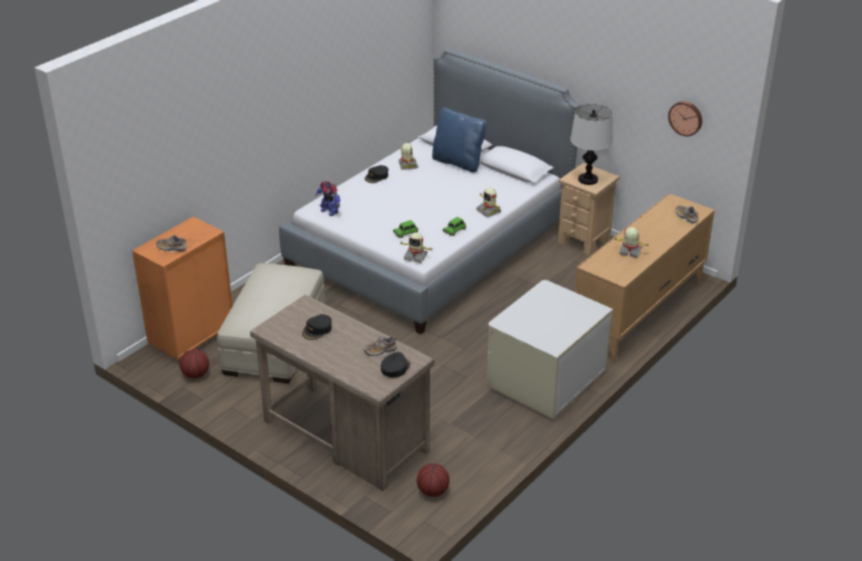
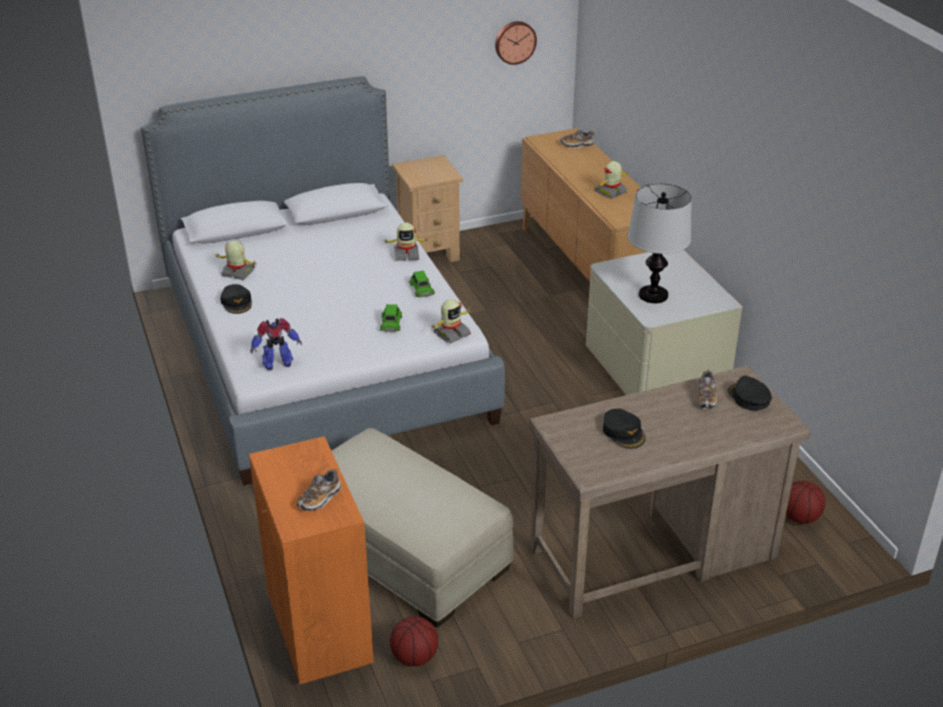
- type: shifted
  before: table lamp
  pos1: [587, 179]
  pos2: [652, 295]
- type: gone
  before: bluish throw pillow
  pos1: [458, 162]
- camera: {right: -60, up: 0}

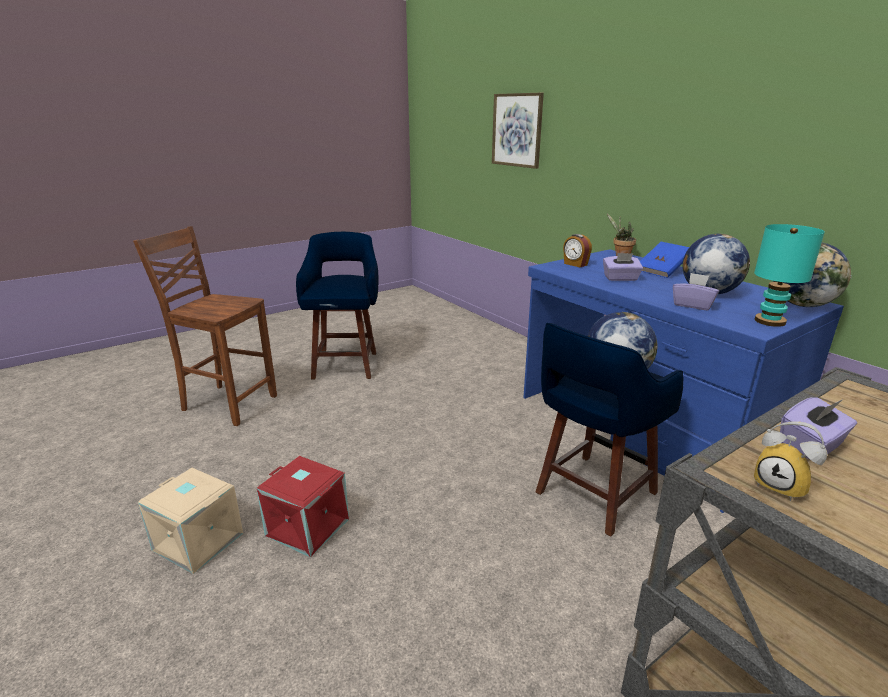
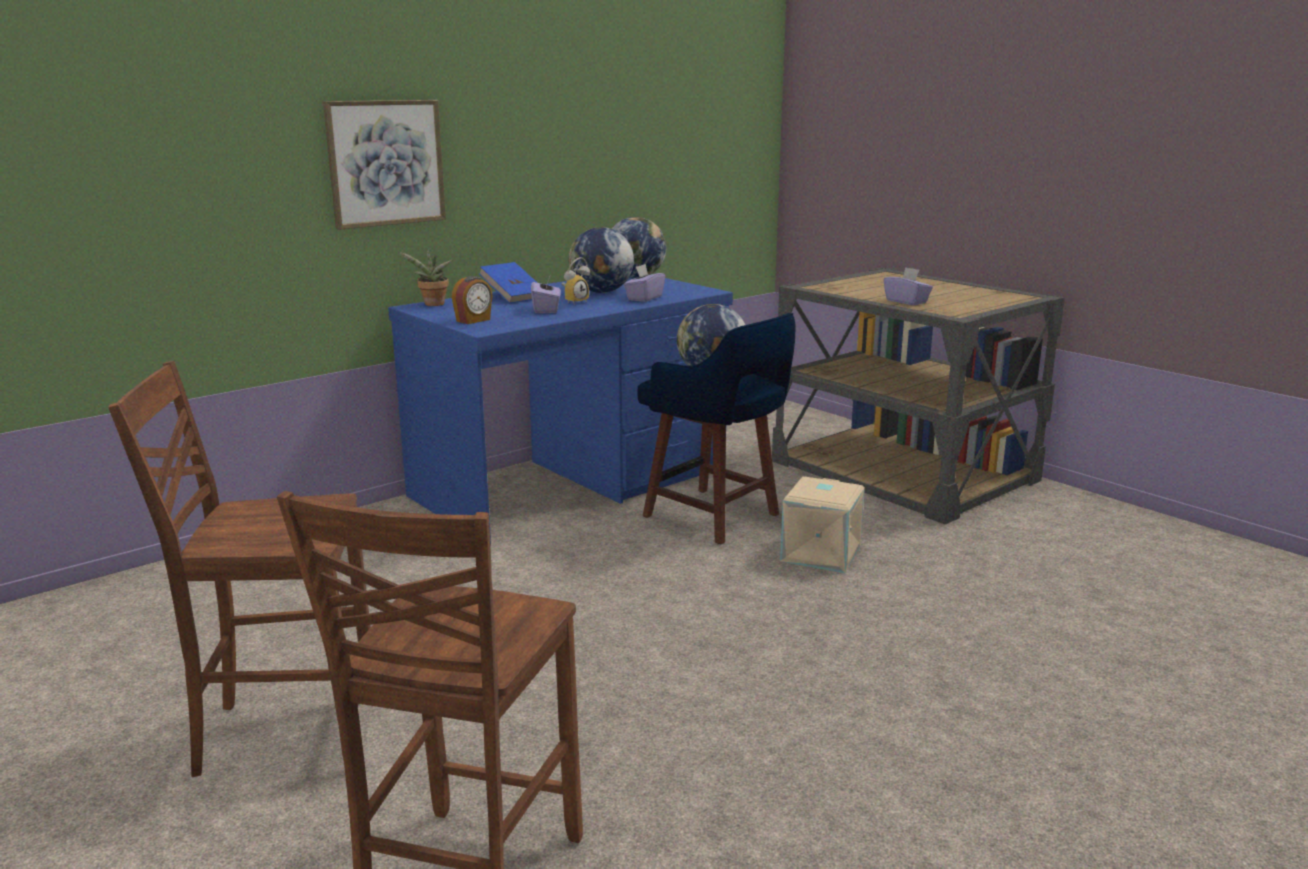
- type: swapped
  before: bluish stool
  after: brownish upright chair
  pos1: [346, 364]
  pos2: [284, 734]
- type: shifted
  before: wall picture
  pos1: [517, 130]
  pos2: [386, 163]
- type: shifted
  before: table clock
  pos1: [782, 487]
  pos2: [575, 302]
- type: shifted
  before: sand-coloured storage box
  pos1: [196, 542]
  pos2: [822, 554]
- type: gone
  before: reddish storage box
  pos1: [309, 526]
- type: gone
  before: blue-green table lamp
  pos1: [769, 321]
- camera: {right: -95, up: -5}

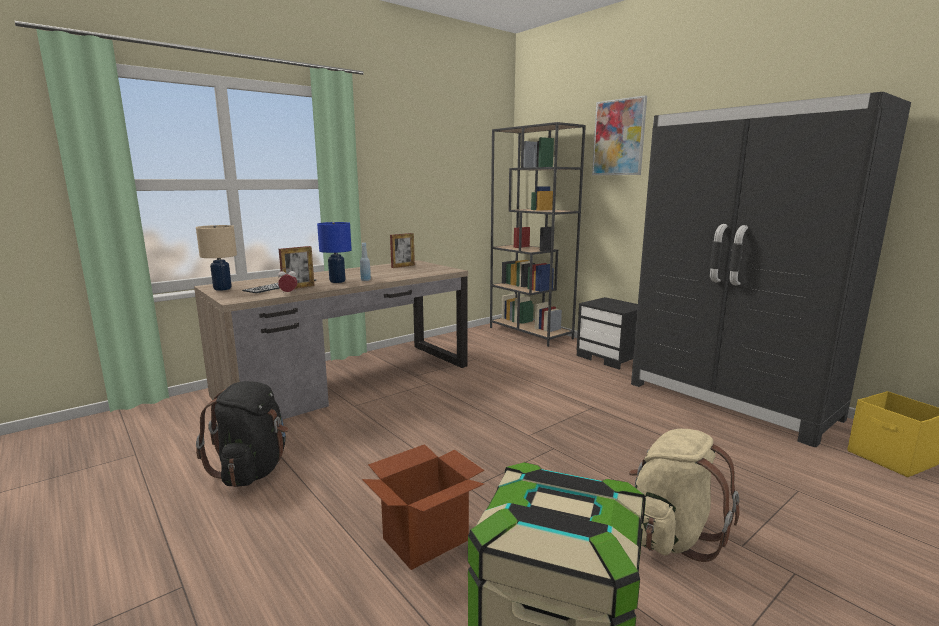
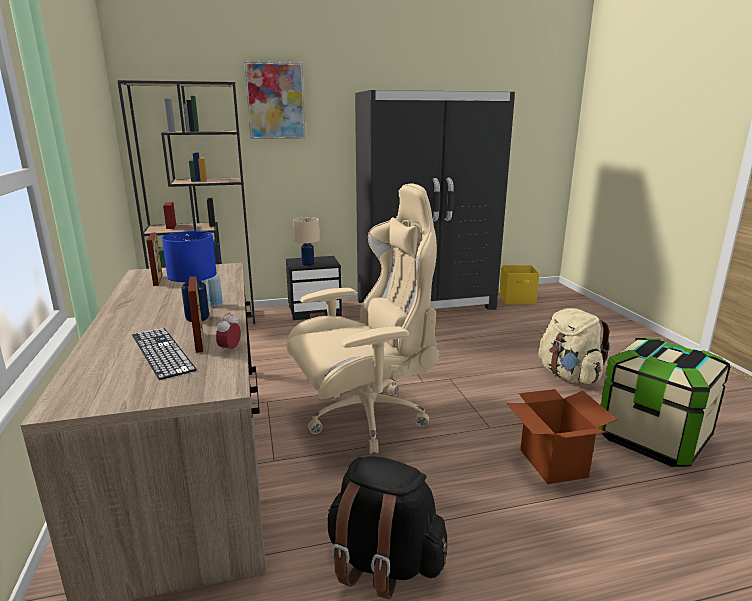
- type: new
  after: sand-coloured computer chair
  pos2: [360, 420]
- type: shifted
  before: sand-coloured table lamp
  pos1: [222, 289]
  pos2: [307, 264]
- camera: {right: -65, up: 5}

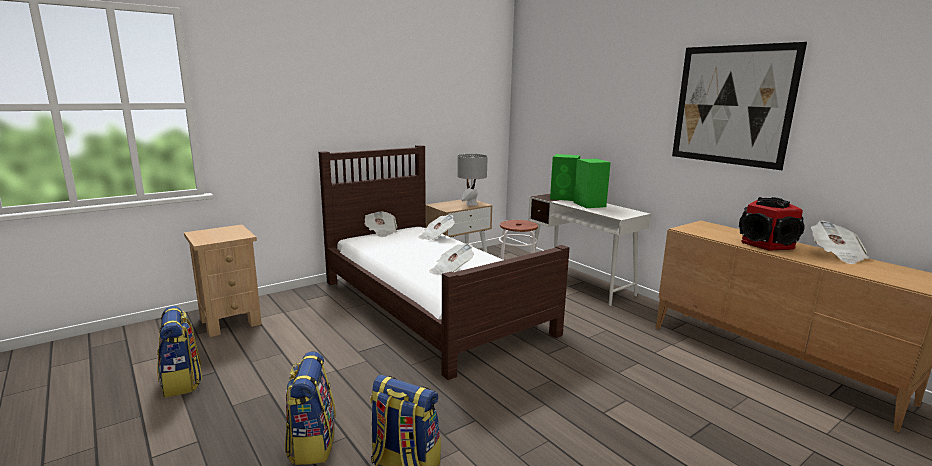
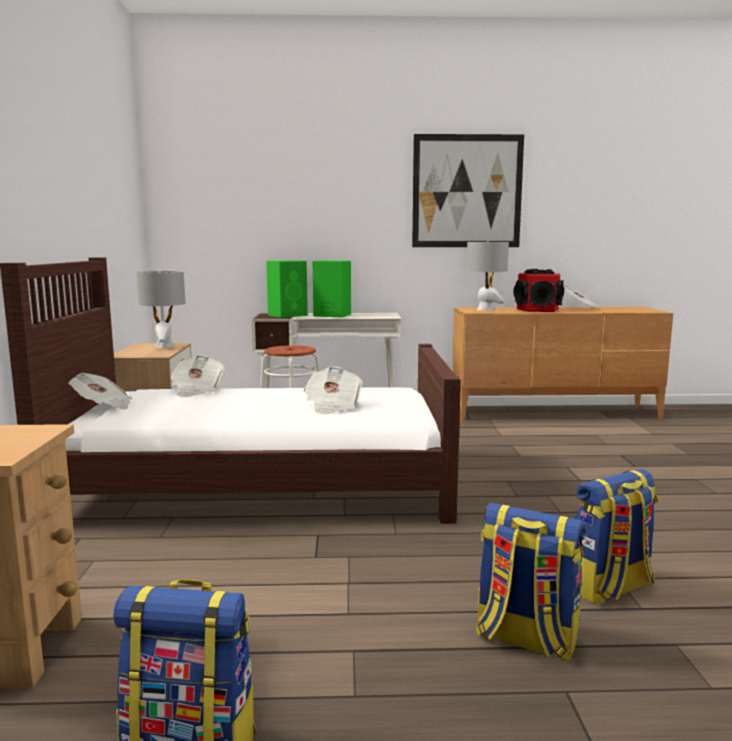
- type: new
  after: greyish table lamp
  pos2: [485, 310]
- camera: {right: -55, up: -5}

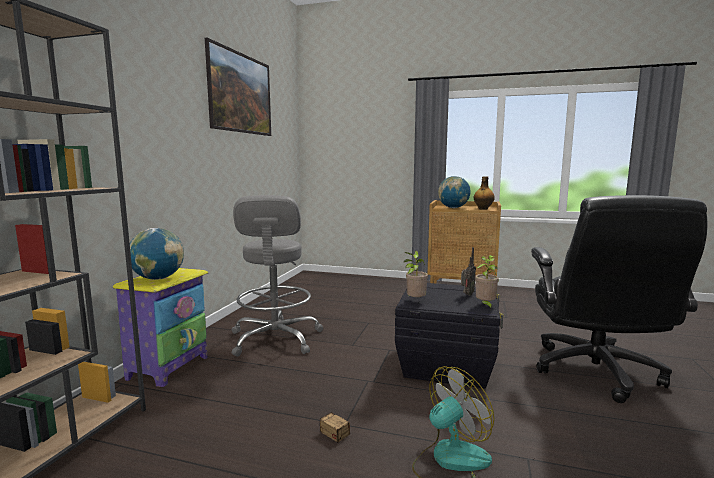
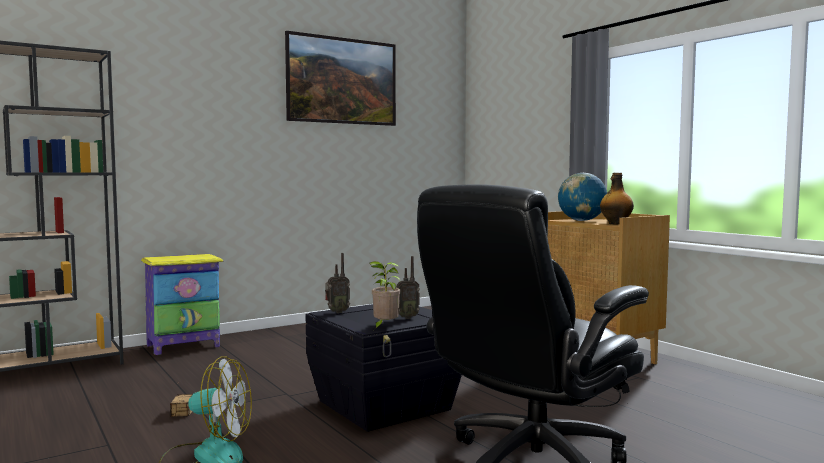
- type: swapped
  before: houseplant
  after: radio set
  pos1: [414, 301]
  pos2: [336, 312]
- type: gone
  before: globe
  pos1: [158, 278]
- type: gone
  before: greyish stool
  pos1: [275, 339]
- camera: {right: 40, up: -5}

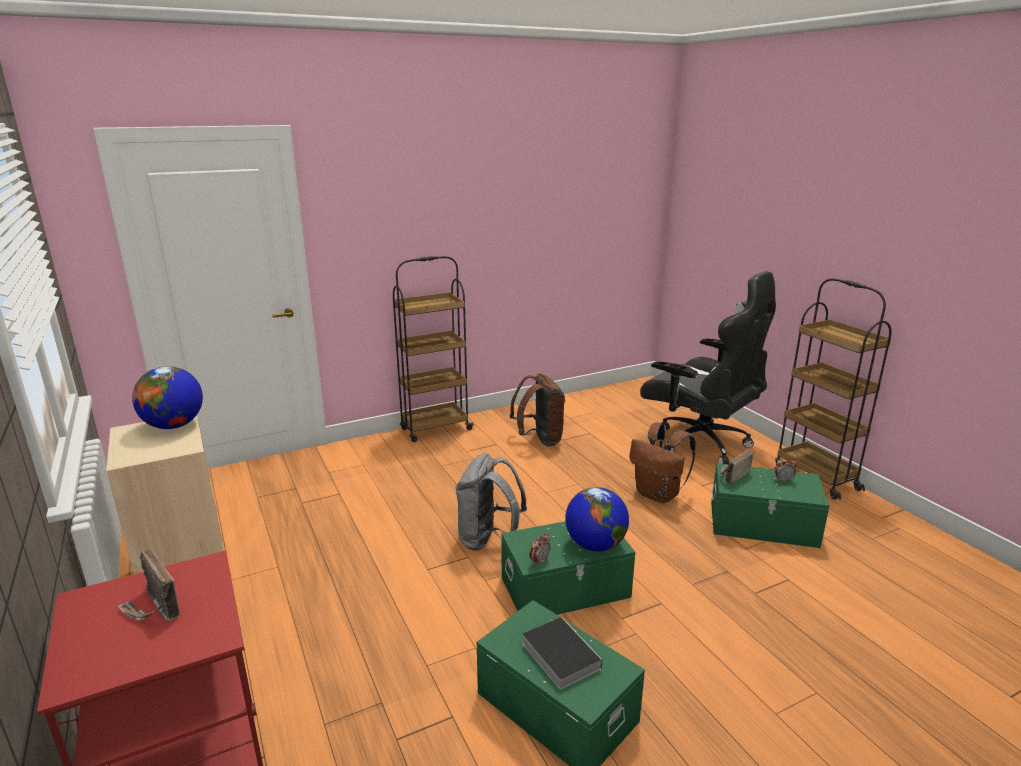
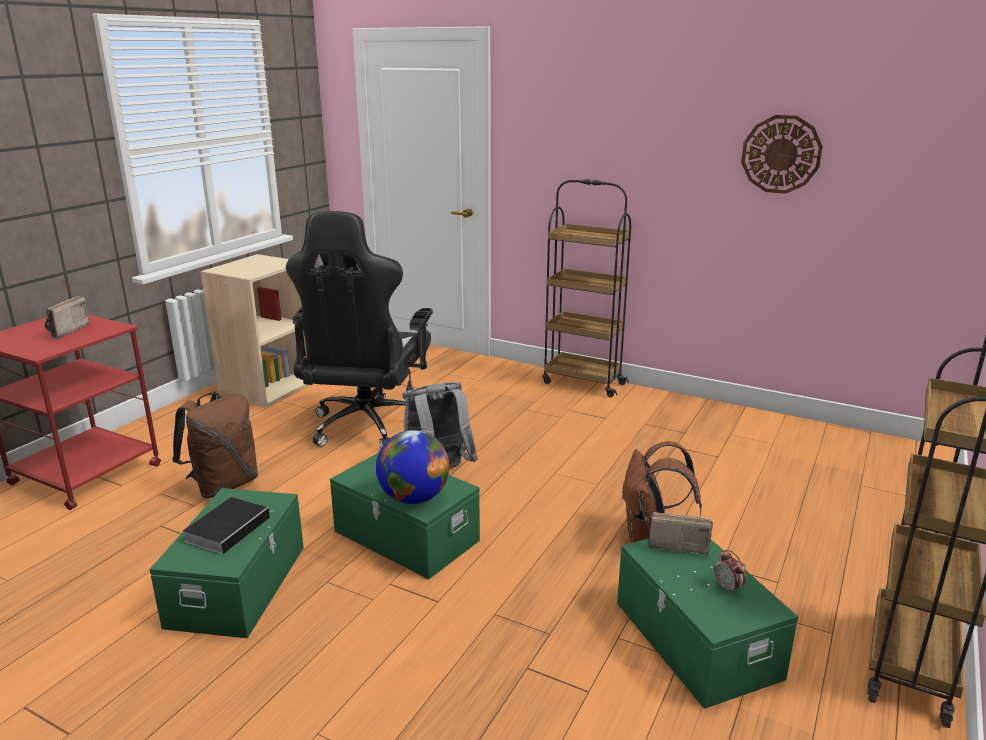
- type: shifted
  before: brownish knapsack
  pos1: [539, 440]
  pos2: [224, 485]
- type: shifted
  before: black-coloured computer chair
  pos1: [696, 442]
  pos2: [368, 423]
- type: new
  after: clock on the wall
  pos2: [781, 154]
- type: gone
  before: globe
  pos1: [174, 425]
- type: gone
  before: table clock
  pos1: [539, 561]
- camera: {right: 55, up: 0}

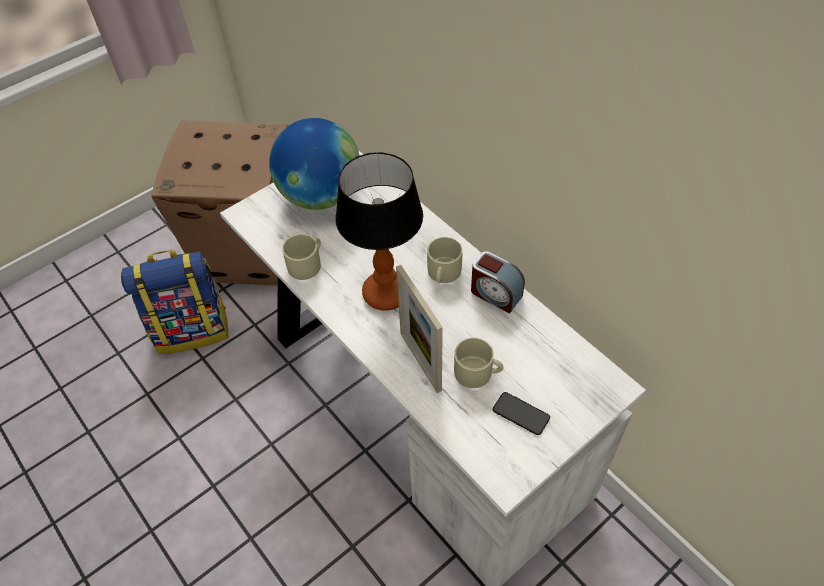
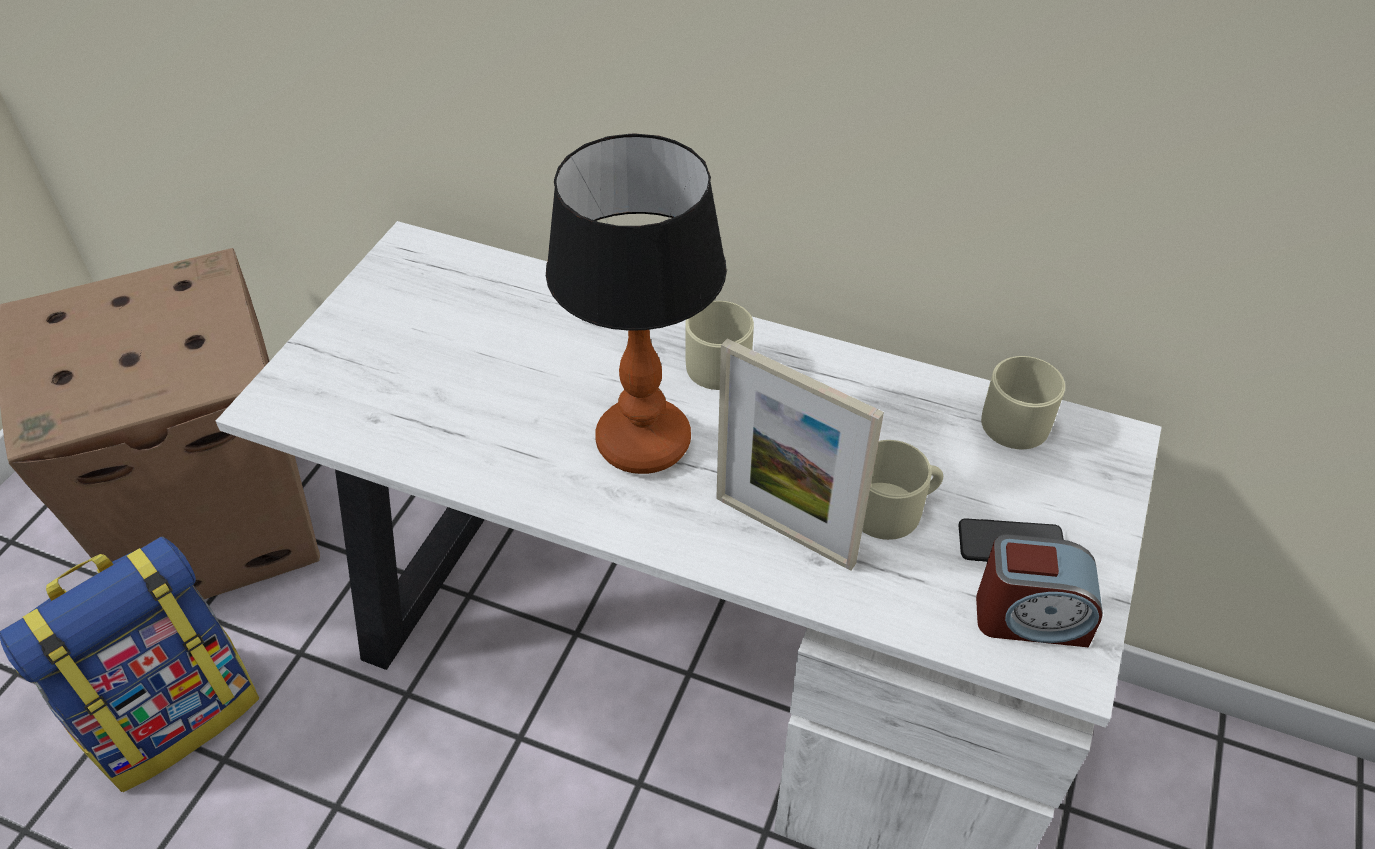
- type: shifted
  before: table clock
  pos1: [495, 294]
  pos2: [1031, 617]
- type: shifted
  before: sand-coloured coffee mug
  pos1: [307, 264]
  pos2: [1015, 417]
- type: gone
  before: globe
  pos1: [320, 195]
- camera: {right: -30, up: -5}

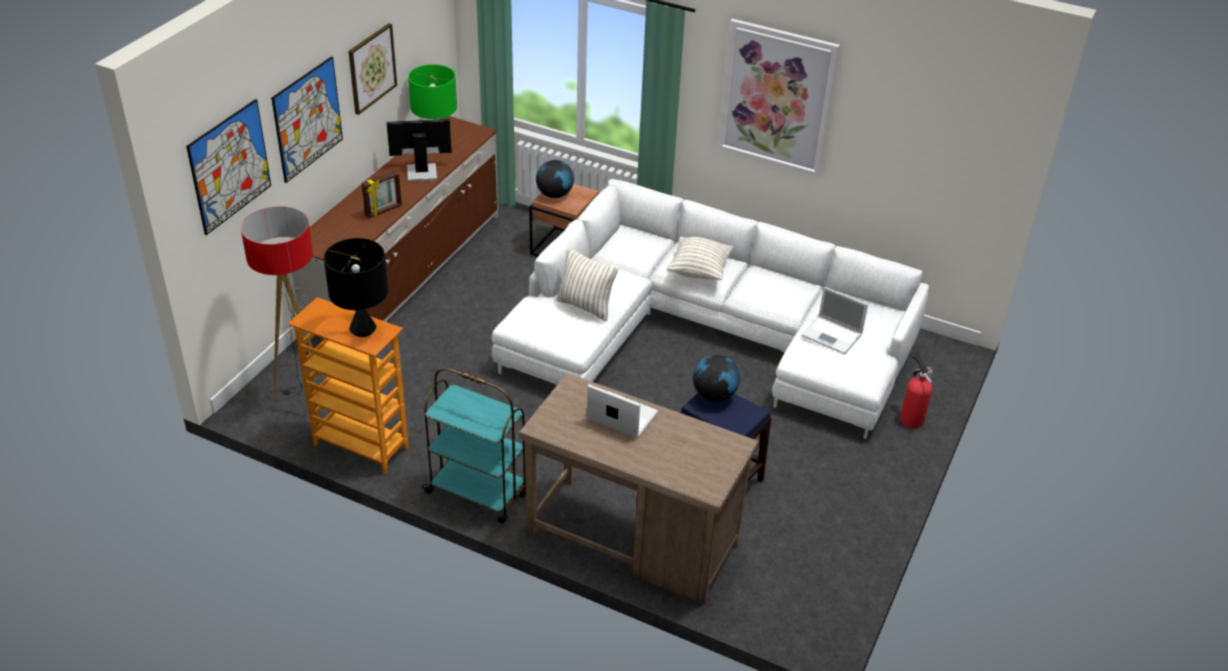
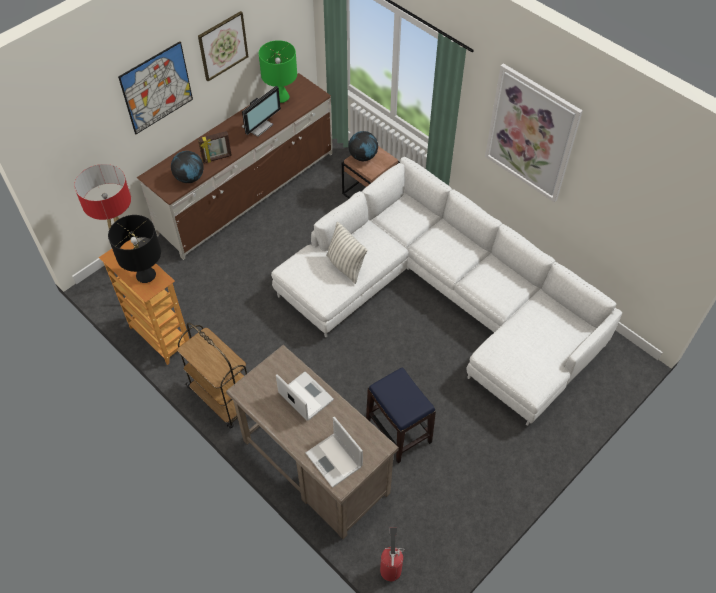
- type: shifted
  before: globe
  pos1: [714, 395]
  pos2: [190, 178]
- type: repainted
  before: blue-green wheeled cart
  after: brownish wheeled cart
  pos1: [477, 495]
  pos2: [222, 399]
- type: rotated
  before: computer screen
  pos1: [421, 172]
  pos2: [258, 126]
  turn: 120
- type: shifted
  before: portable computer
  pos1: [833, 335]
  pos2: [334, 460]
- type: shifted
  before: extinguisher
  pos1: [910, 418]
  pos2: [391, 568]
- type: gone
  before: wall picture
  pos1: [230, 166]
- type: gone
  before: throw pillow
  pos1: [699, 271]
- camera: {right: 20, up: 15}

